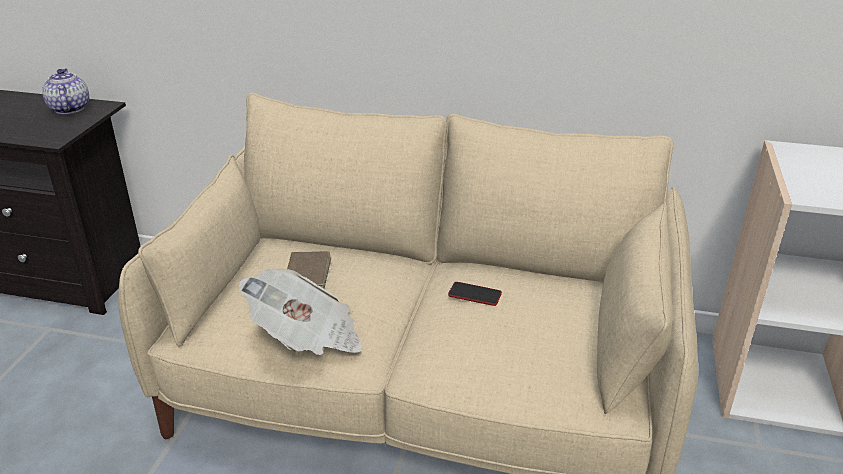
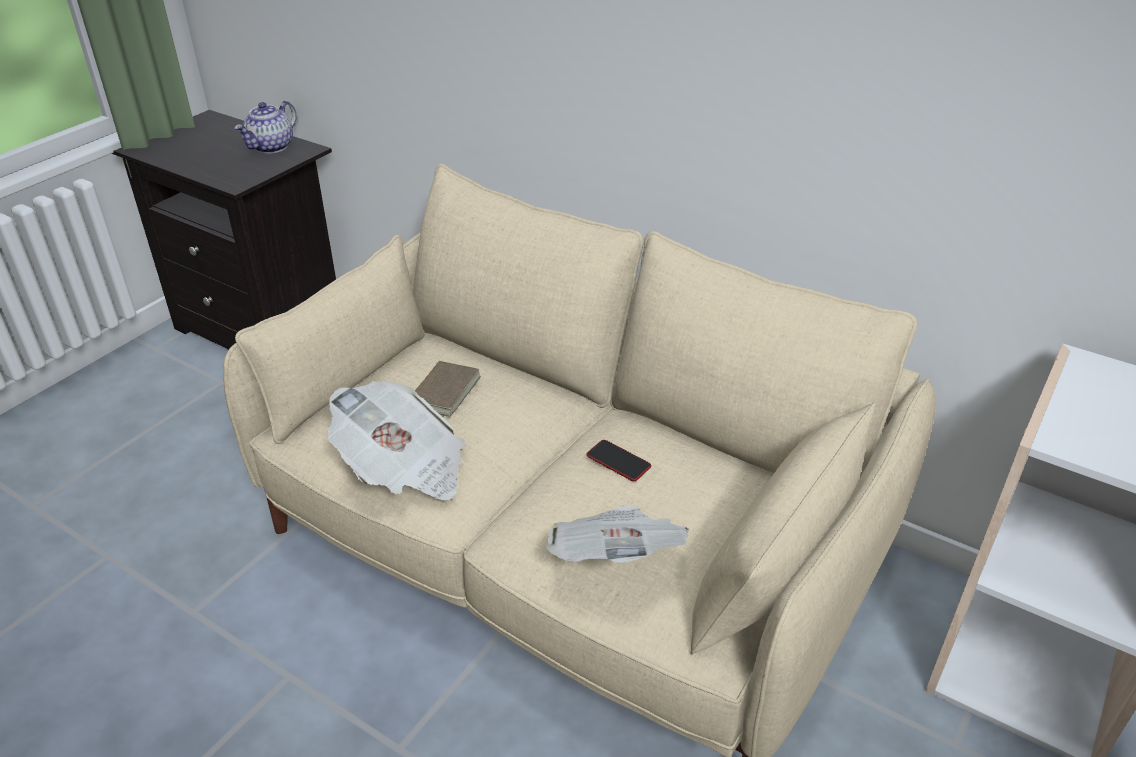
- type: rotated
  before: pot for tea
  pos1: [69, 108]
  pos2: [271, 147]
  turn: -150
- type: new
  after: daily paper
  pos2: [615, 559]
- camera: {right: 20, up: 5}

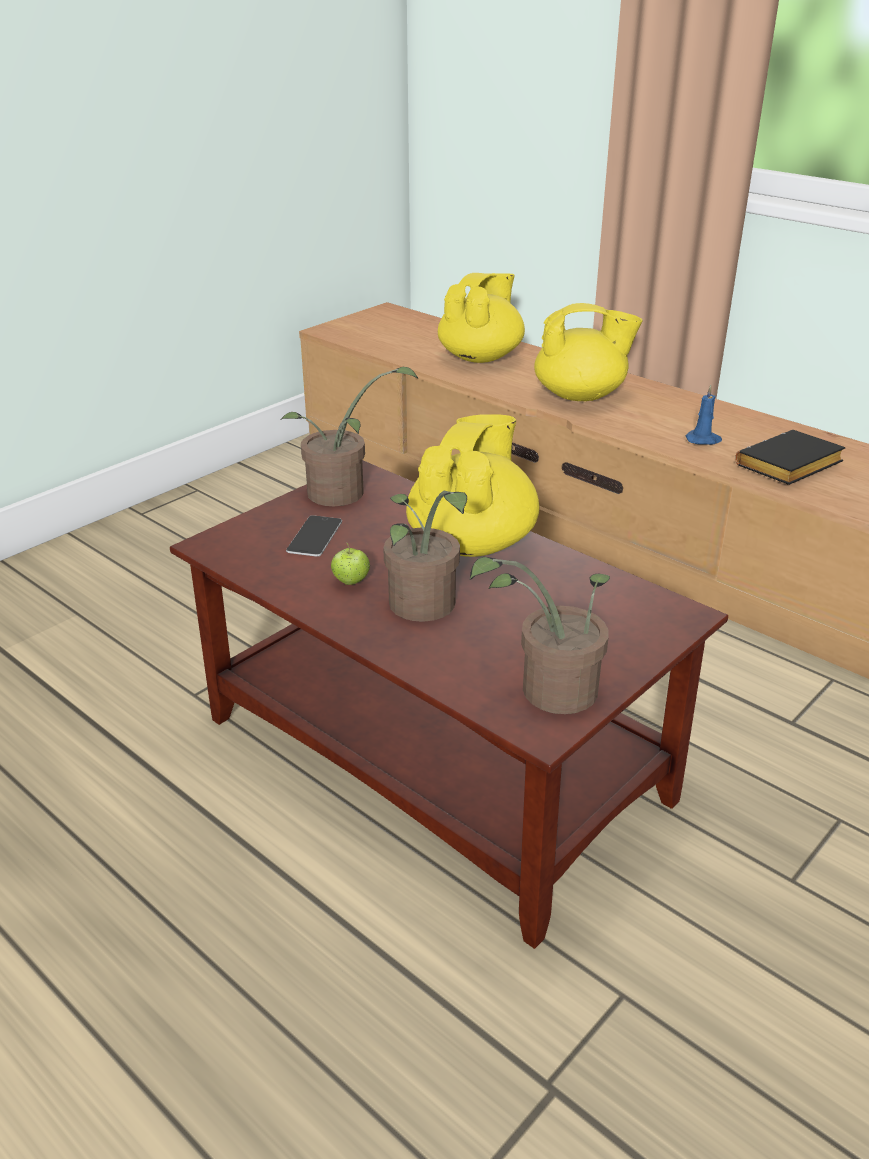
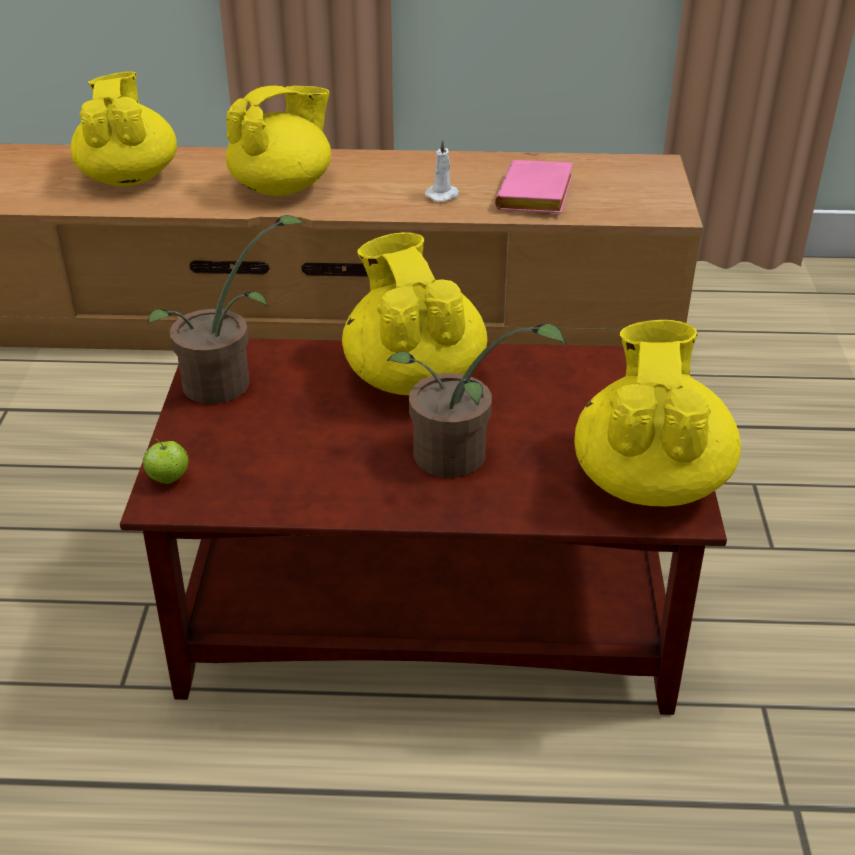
- type: shifted
  before: apple
  pos1: [351, 582]
  pos2: [168, 479]
- type: repainted
  before: bluish wax light
  after: white wax light
  pos1: [703, 440]
  pos2: [443, 195]
- type: repainted
  before: black-coloured bound book
  after: pinkish bound book
  pos1: [788, 467]
  pos2: [537, 197]
- type: swapped
  before: houseplant
  after: yellowish pot for tea
  pos1: [548, 692]
  pos2: [649, 480]
- type: gone
  before: handset
  pos1: [314, 536]
- camera: {right: -40, up: 5}

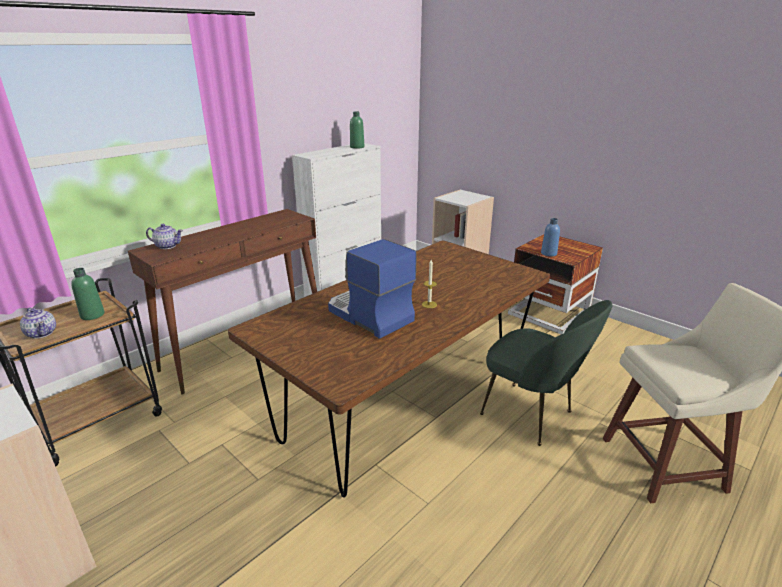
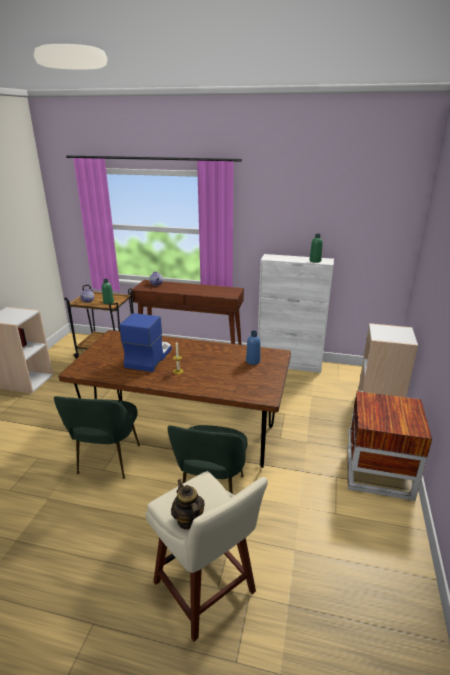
- type: new
  after: greenish upright chair
  pos2: [107, 463]
- type: new
  after: pot for tea
  pos2: [188, 520]
- type: shifted
  before: bluish beverage bottle
  pos1: [548, 253]
  pos2: [253, 361]
- camera: {right: 60, up: 0}

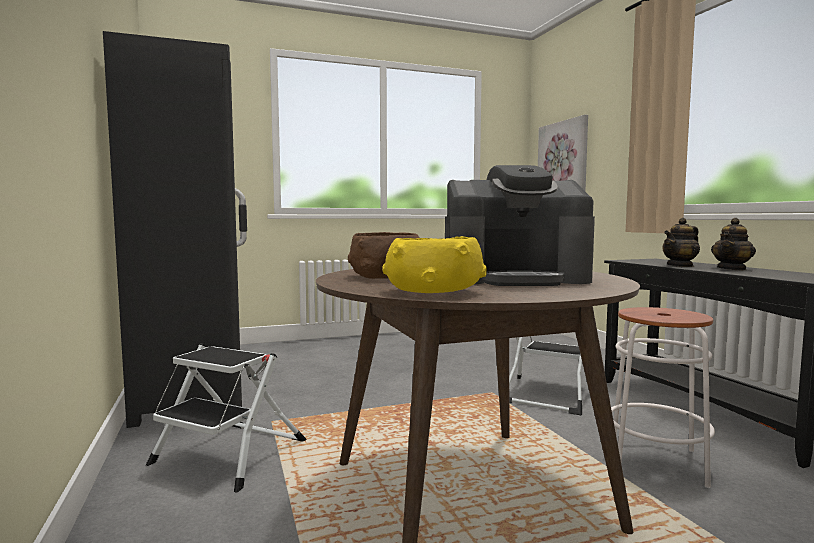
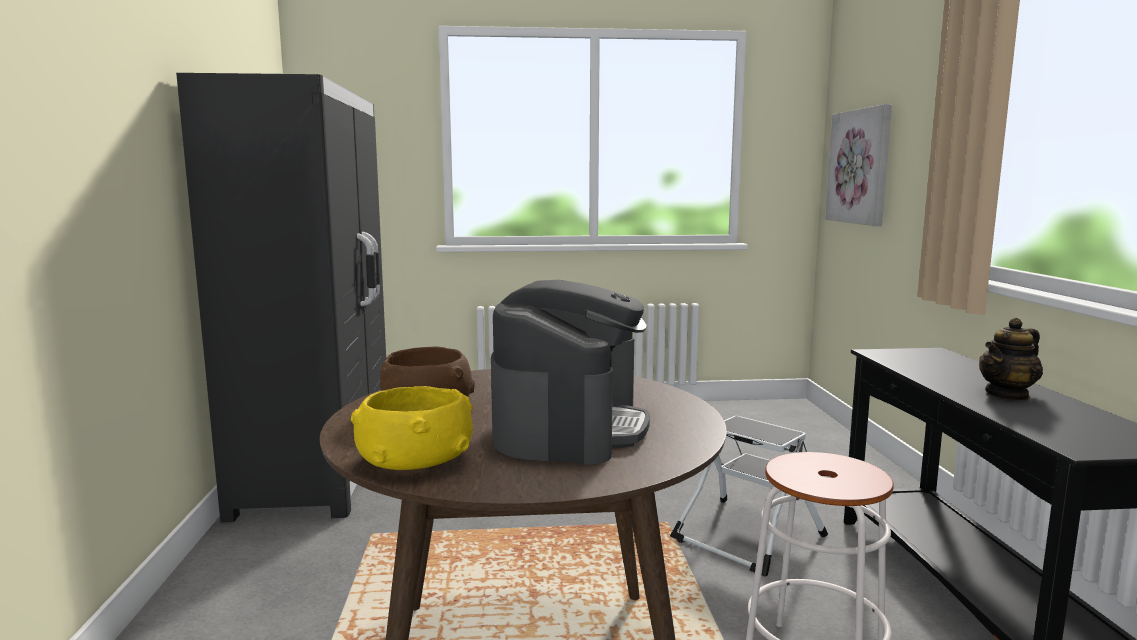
- type: rotated
  before: coffee machine
  pos1: [515, 278]
  pos2: [569, 428]
  turn: -90
- type: gone
  before: step stool
  pos1: [230, 454]
- type: gone
  before: pot for tea
  pos1: [680, 265]
- camera: {right: 15, up: 5}

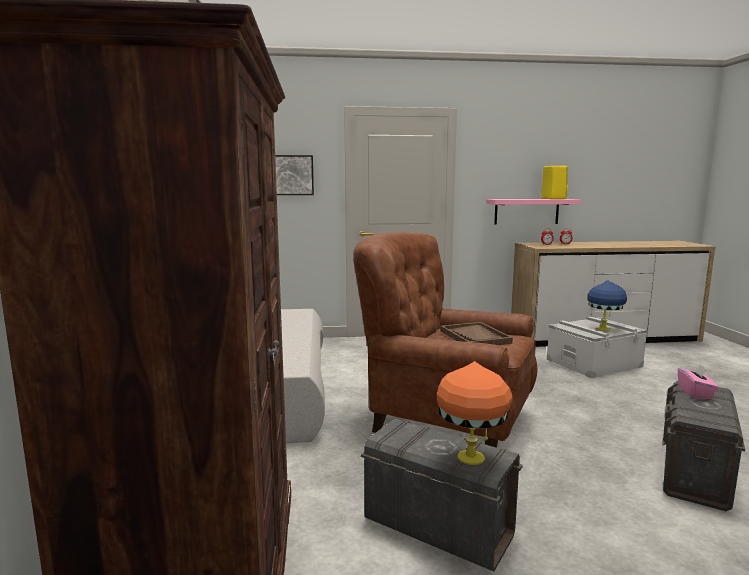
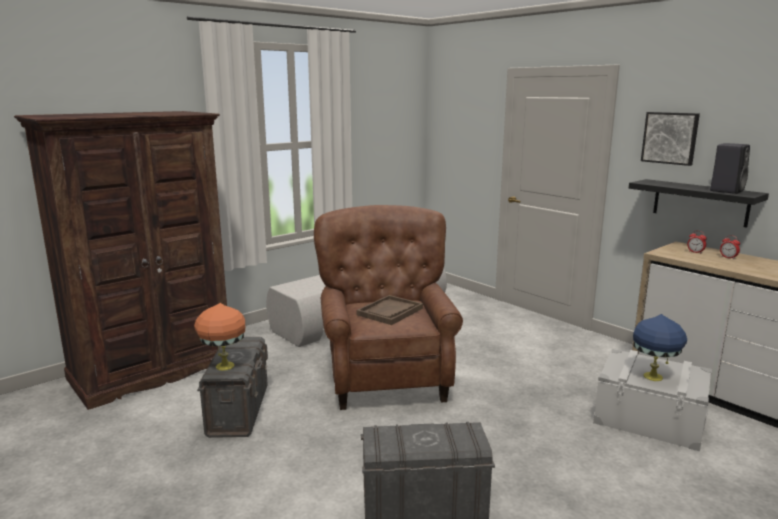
- type: repainted
  before: pinkish bracket shelf
  after: black-coloured bracket shelf
  pos1: [526, 211]
  pos2: [700, 202]
- type: shifted
  before: wall picture
  pos1: [293, 175]
  pos2: [670, 138]
- type: repainted
  before: yellowish loudspeaker
  after: black-coloured loudspeaker
  pos1: [552, 198]
  pos2: [726, 190]
- type: gone
  before: pinkish tissue box
  pos1: [695, 393]
- camera: {right: 55, up: 5}

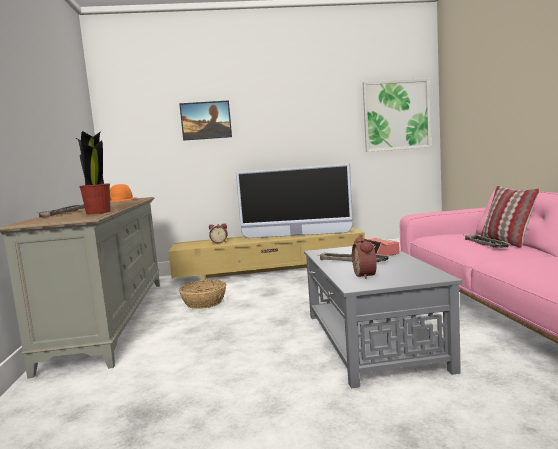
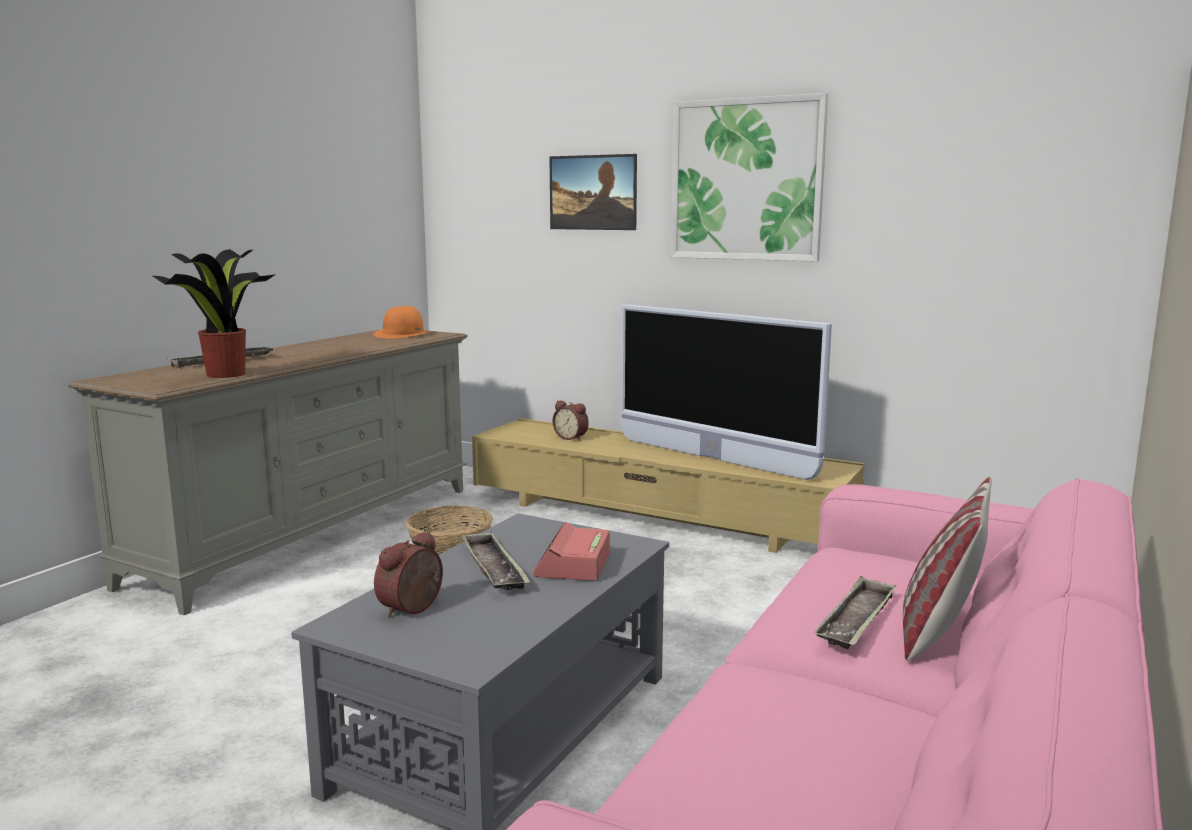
- type: shifted
  before: wall picture
  pos1: [396, 115]
  pos2: [746, 180]
- camera: {right: 35, up: 5}

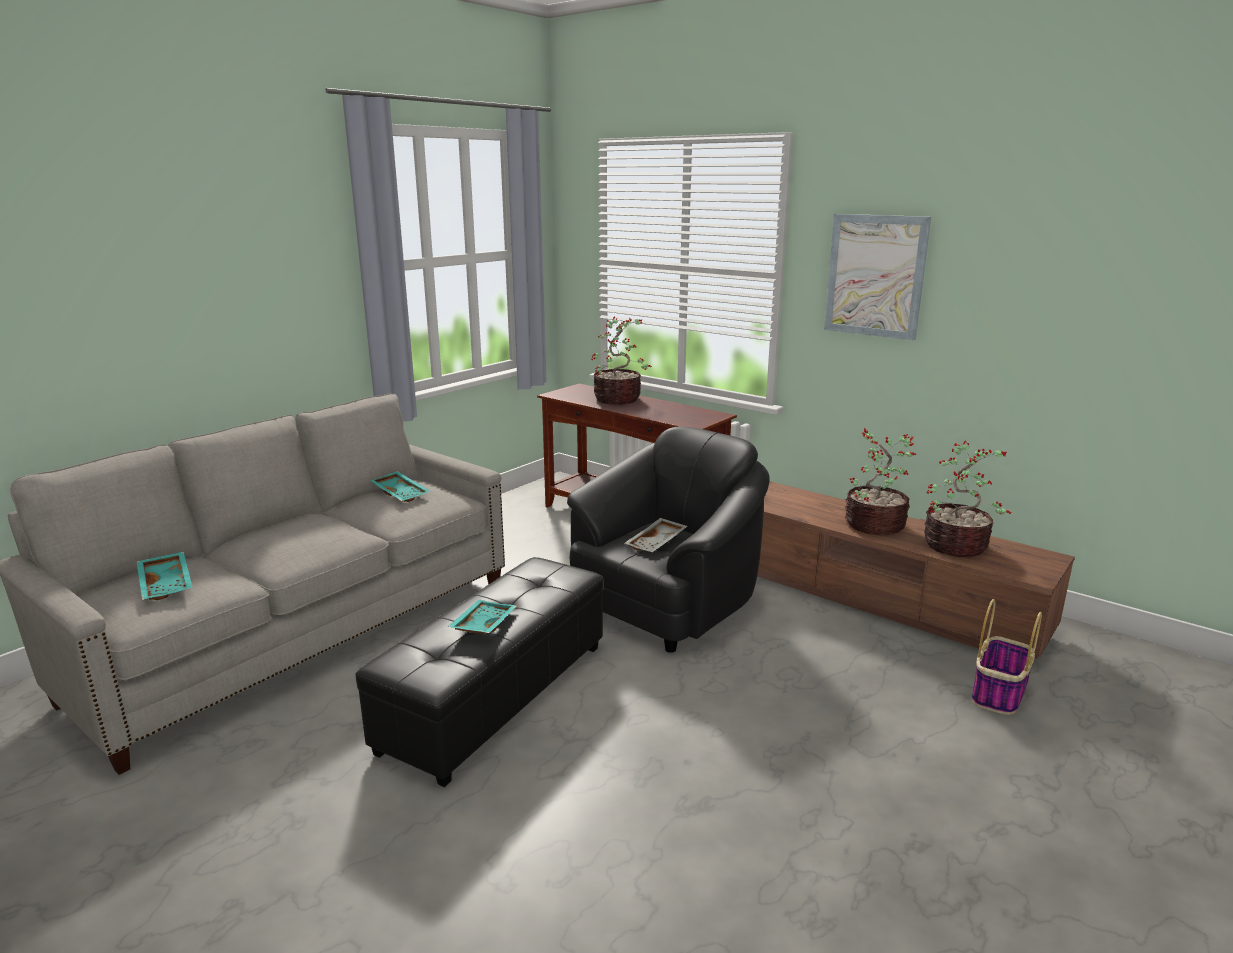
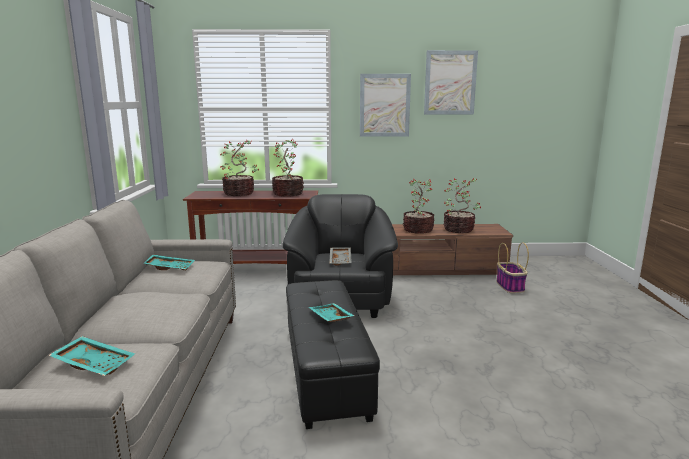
- type: new
  after: houseplant
  pos2: [288, 193]
- type: new
  after: wall picture
  pos2: [450, 83]
- camera: {right: -40, up: -5}

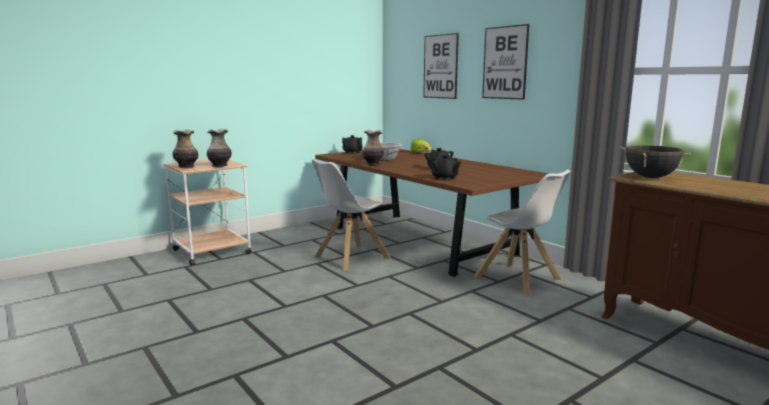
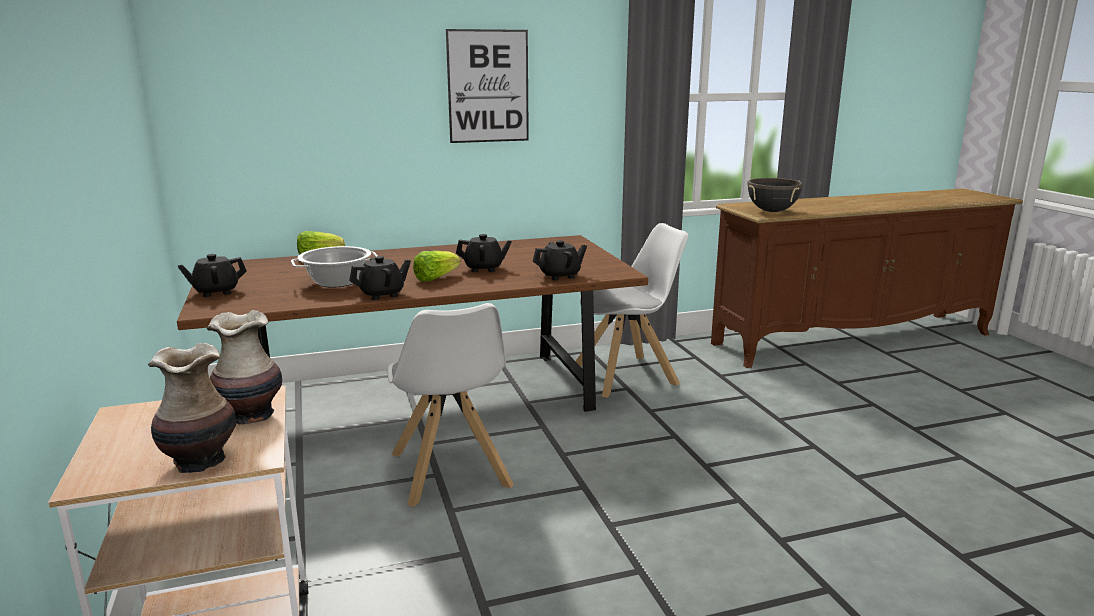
- type: swapped
  before: decorative vase
  after: black-coloured pot for tea
  pos1: [372, 164]
  pos2: [382, 294]
- type: new
  after: lettuce
  pos2: [435, 278]
- type: gone
  before: wall picture
  pos1: [440, 66]
- camera: {right: -70, up: 5}

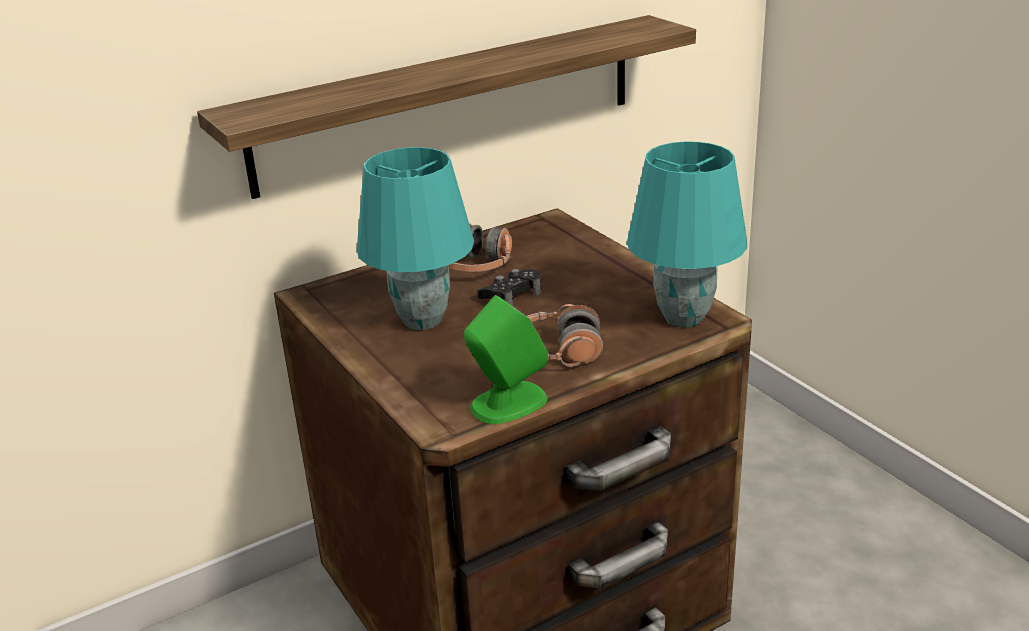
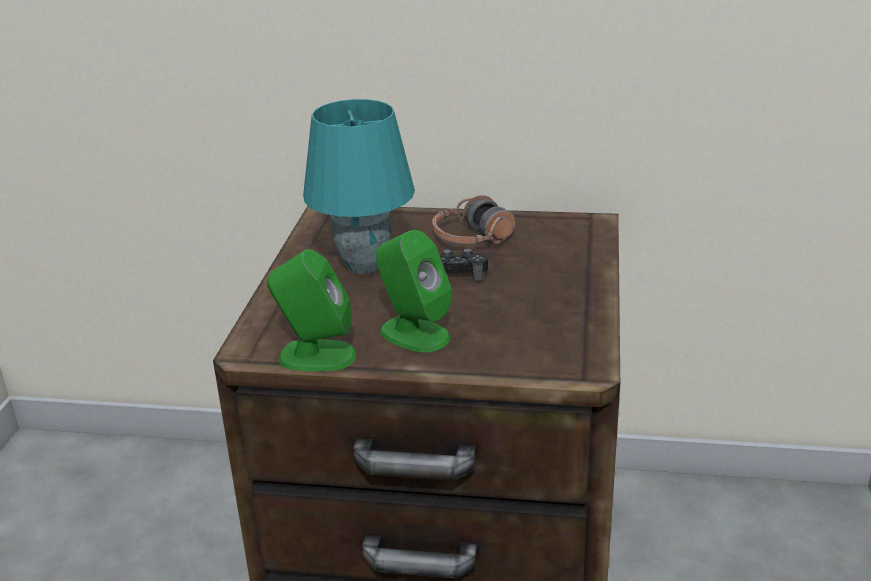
- type: swapped
  before: pair of headphones
  after: greenish loudspeaker
  pos1: [556, 352]
  pos2: [414, 334]
- type: gone
  before: bracket shelf
  pos1: [449, 103]
- type: gone
  before: blue-green table lamp
  pos1: [682, 319]
- camera: {right: 40, up: 0}

